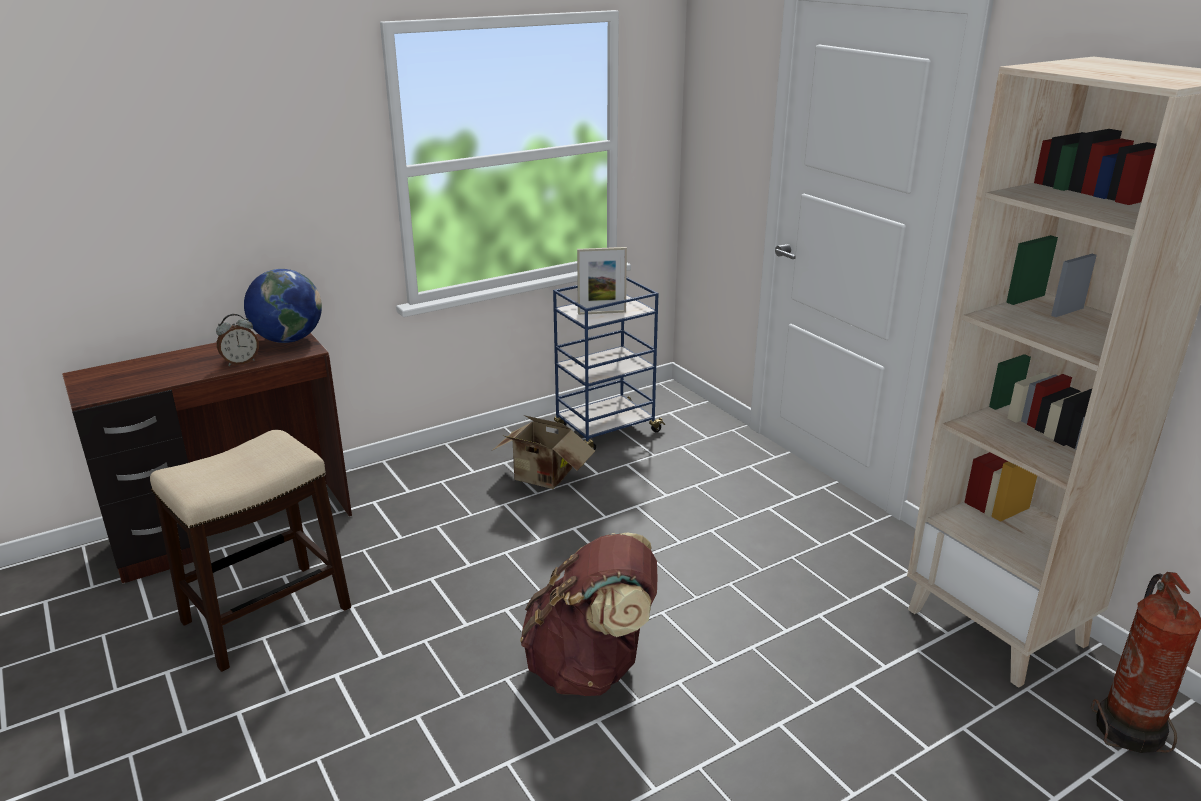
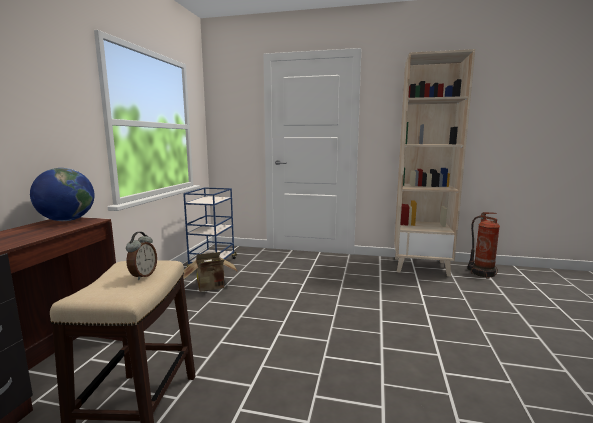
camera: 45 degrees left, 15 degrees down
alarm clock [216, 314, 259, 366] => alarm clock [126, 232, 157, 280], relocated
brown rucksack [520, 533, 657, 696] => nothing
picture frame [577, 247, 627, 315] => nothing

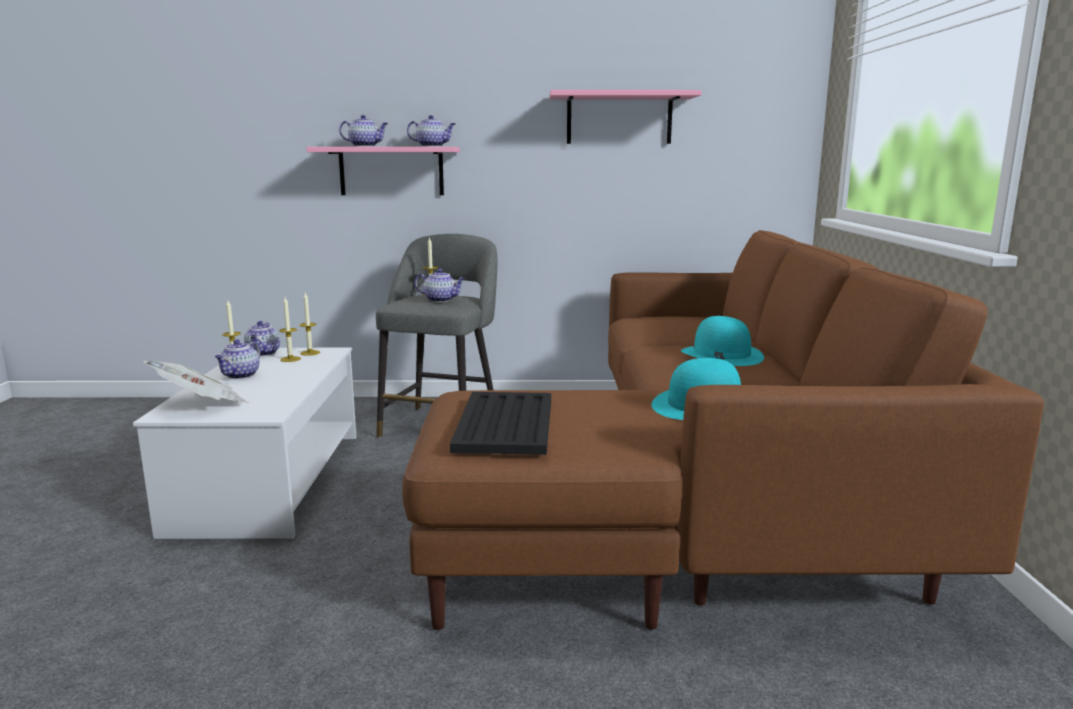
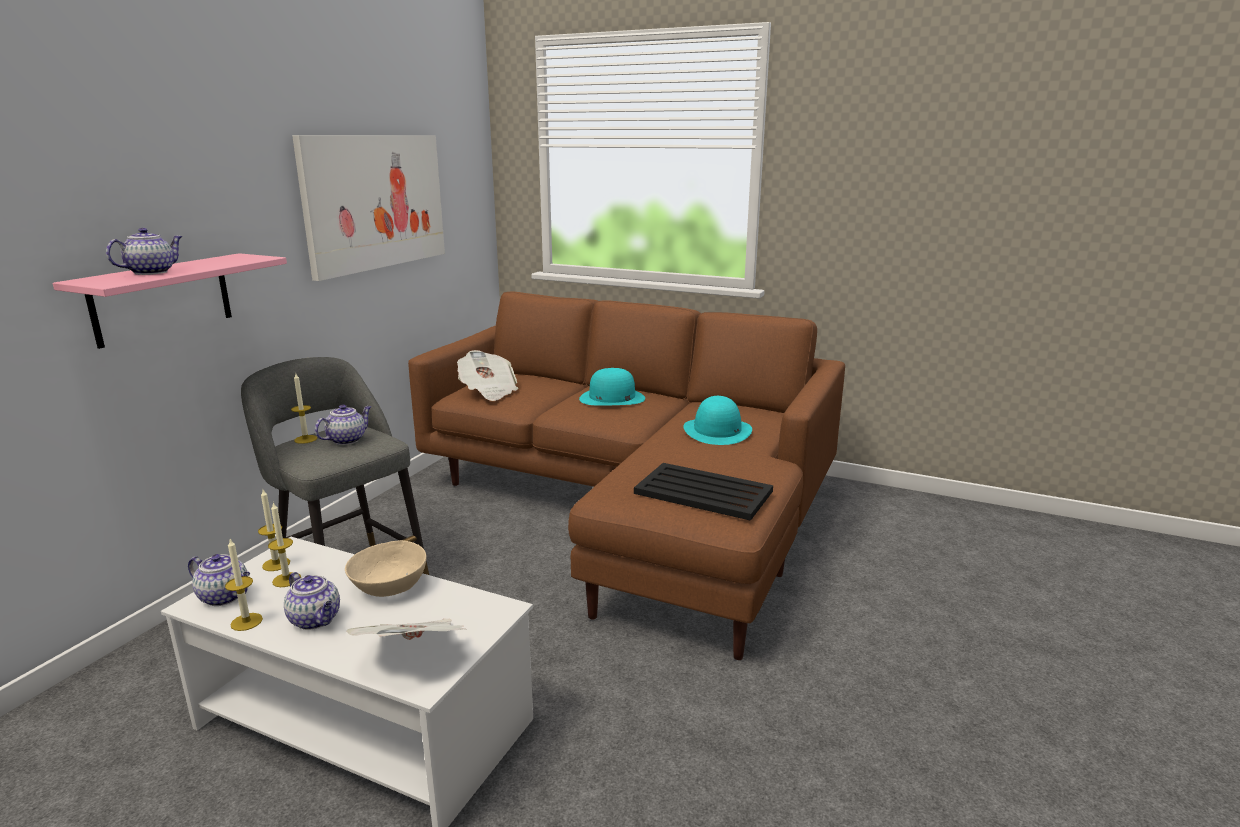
camera: 65 degrees left, 5 degrees up
pot for tea [407, 115, 456, 147] => nothing
pinkish wall shelf [549, 90, 702, 144] => wall art [292, 135, 445, 281]
nothing => sand-coloured deep dish [345, 540, 427, 597]
nothing => daily paper [457, 350, 518, 401]

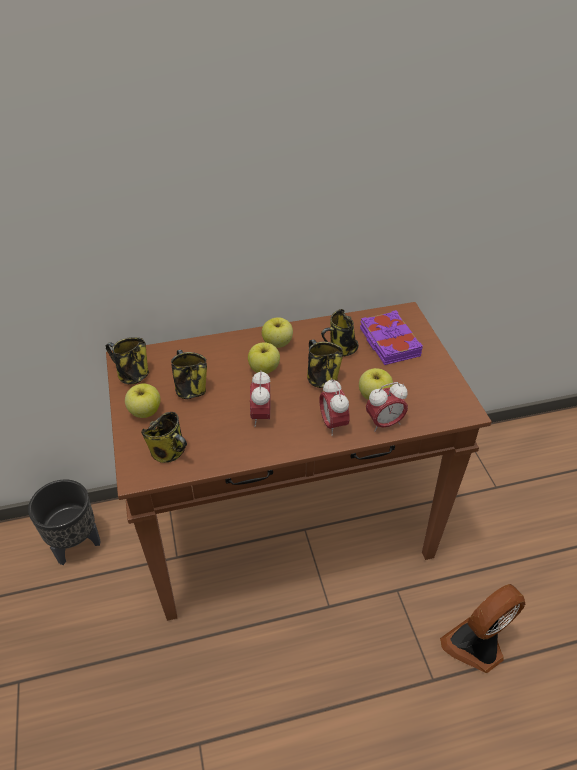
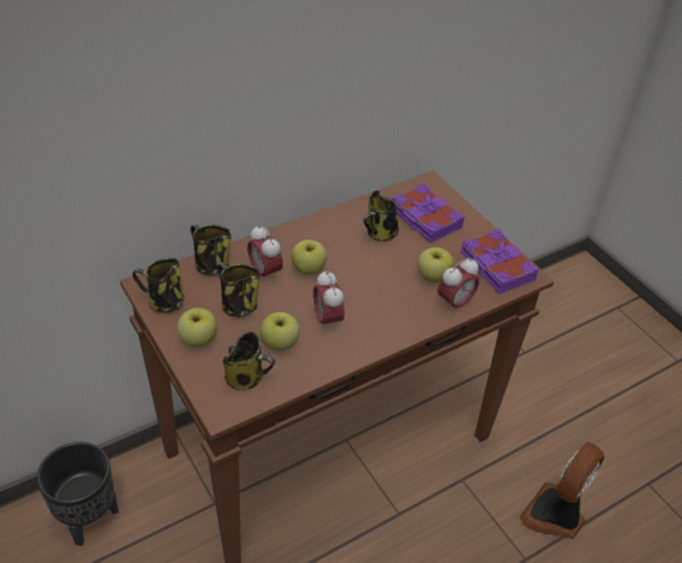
camera: 20 degrees left, 0 degrees up
whole apple [262, 318, 293, 348] => whole apple [260, 312, 300, 350], relocated
mug [307, 339, 343, 388] => mug [191, 224, 231, 276], relocated
alarm clock [319, 378, 350, 436] => alarm clock [247, 225, 283, 284], relocated
nothing => purple-coloured volume [461, 228, 539, 294]

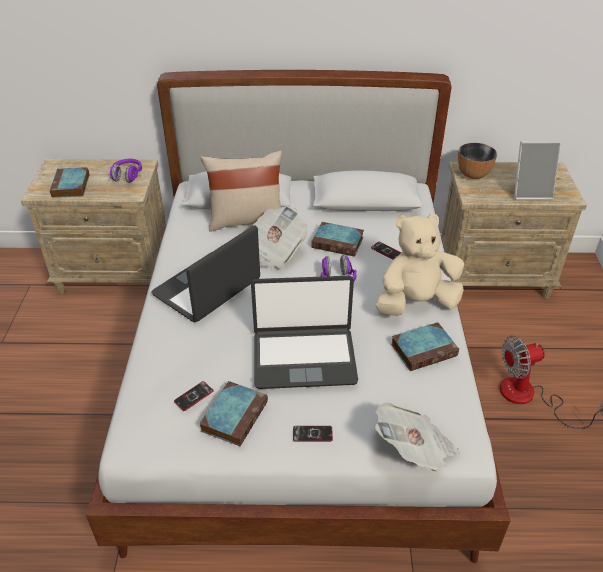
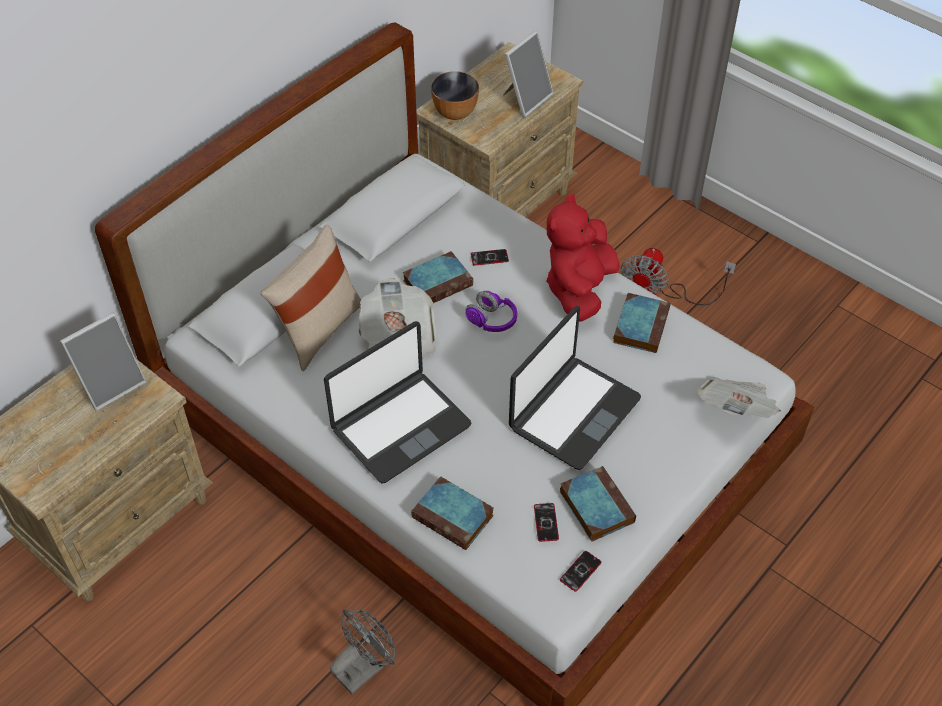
camera: 50 degrees left, 10 degrees up
volume [50, 167, 89, 198] => volume [411, 476, 494, 550], relocated
purple-coloured headset [110, 159, 142, 183] => picture frame [60, 312, 146, 411]
portable computer [151, 225, 260, 322] => portable computer [324, 321, 472, 484], 120 degrees counterclockwise
phone [293, 426, 333, 442] => phone [560, 551, 601, 592], relocated
sand-coloured soft toy [376, 213, 464, 316] => reddish soft toy [546, 193, 620, 322]
nothing => greyish cooling fan [330, 609, 395, 694]

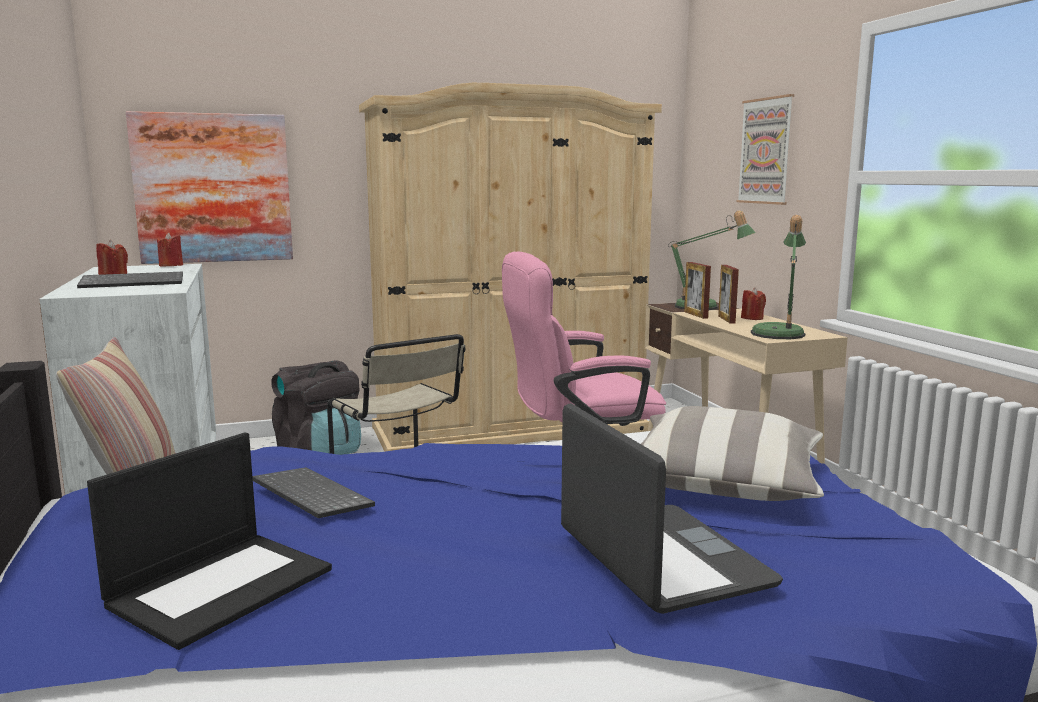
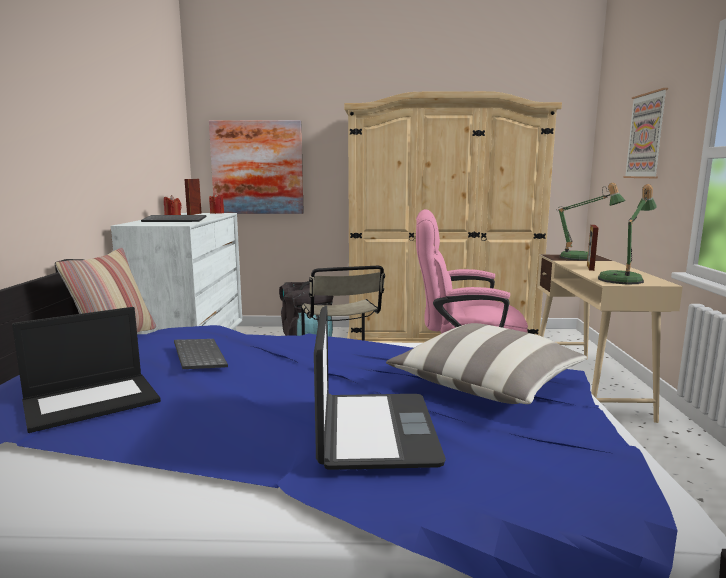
camera: 20 degrees right, 0 degrees up
picture frame [684, 262, 711, 319] => picture frame [185, 179, 201, 215], relocated
reddish wax candle [741, 288, 766, 320] => nothing

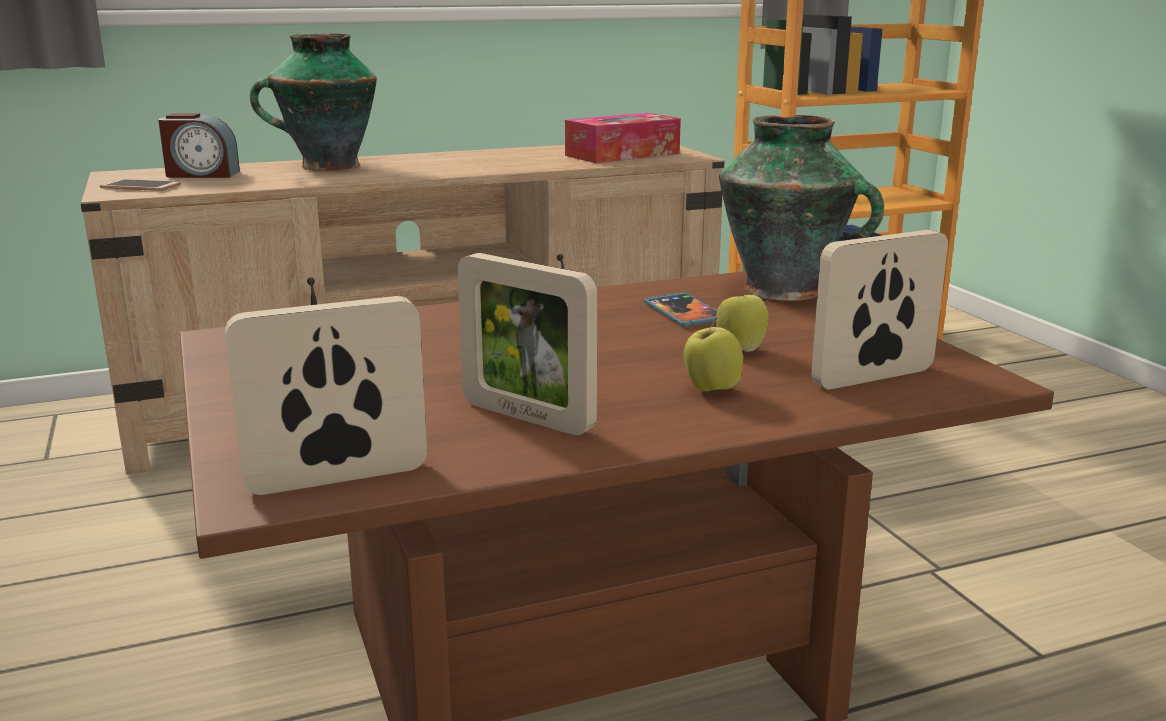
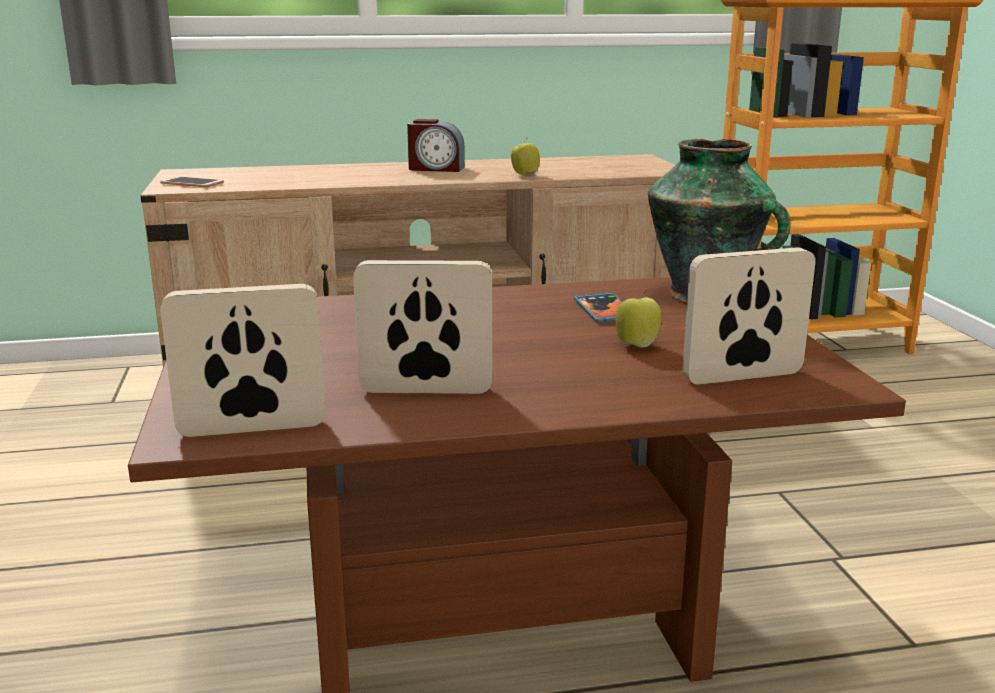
camera: 10 degrees right, 0 degrees up
alarm clock [158, 113, 240, 178] => alarm clock [407, 119, 465, 172], relocated
flower vase [250, 34, 377, 171] => nothing
picture frame [458, 253, 597, 436] => picture frame [353, 260, 492, 394], 135 degrees clockwise
tissue holder [565, 113, 681, 163] => nothing
whole apple [684, 317, 743, 391] => whole apple [511, 137, 540, 175], relocated

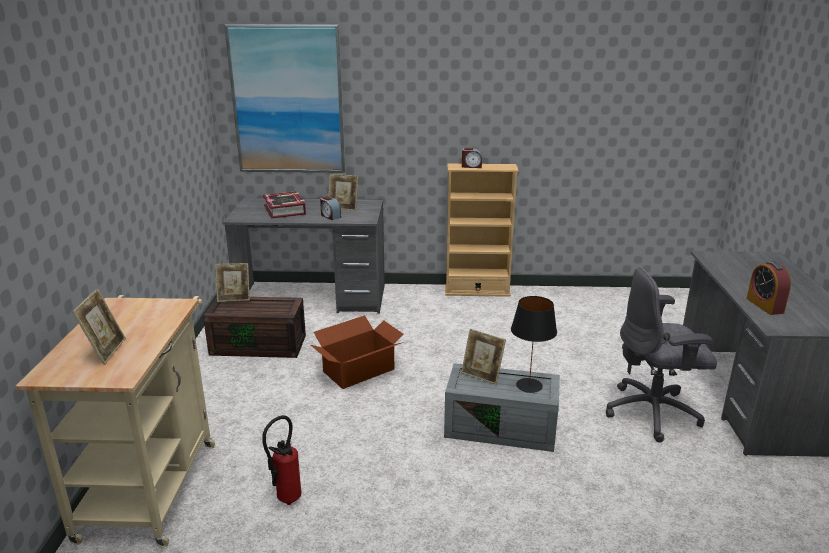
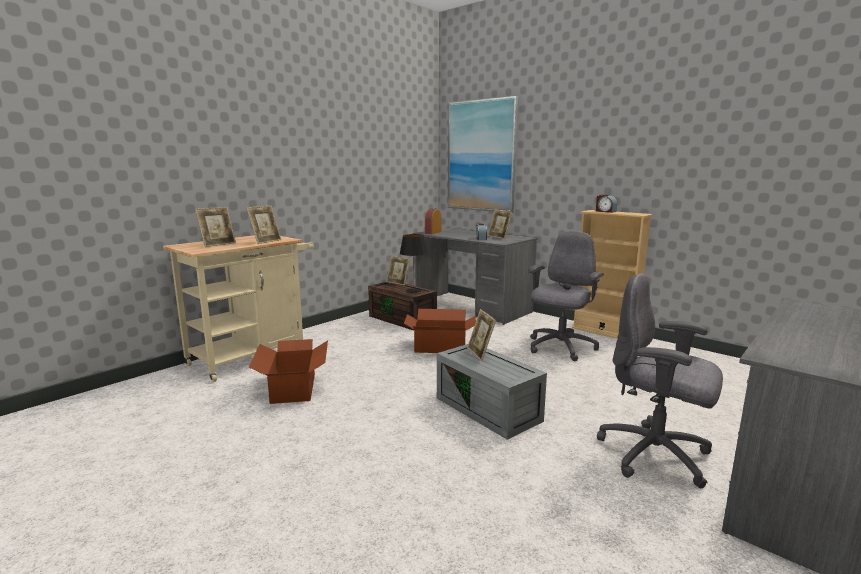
camera: 40 degrees right, 10 degrees down
extinguisher [262, 415, 301, 505] => carton [249, 339, 328, 404]
volume [263, 191, 306, 219] => nothing
blackish lamp for a table [511, 296, 557, 393] => blackish lamp for a table [400, 234, 427, 293], relocated
alarm clock [747, 261, 791, 315] => alarm clock [425, 208, 441, 234], relocated
nothing => picture frame [247, 206, 282, 244]
nothing => greyish office chair [528, 231, 604, 361]

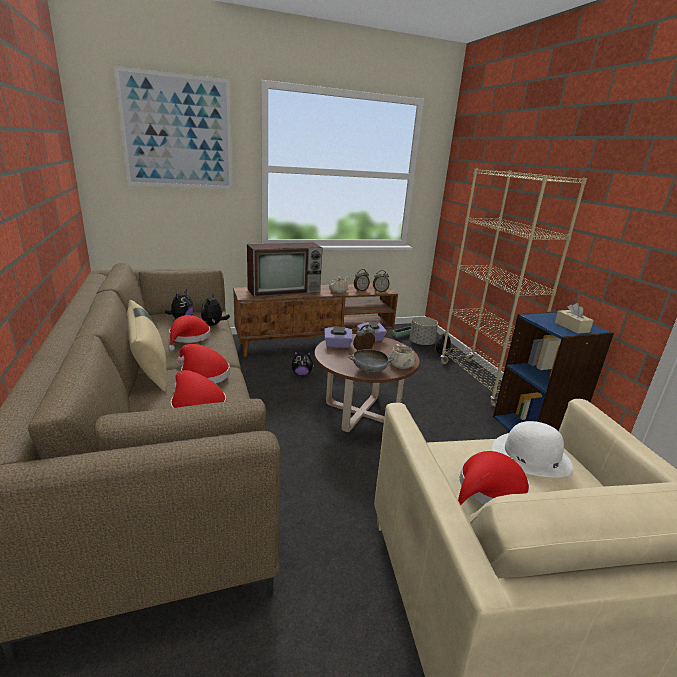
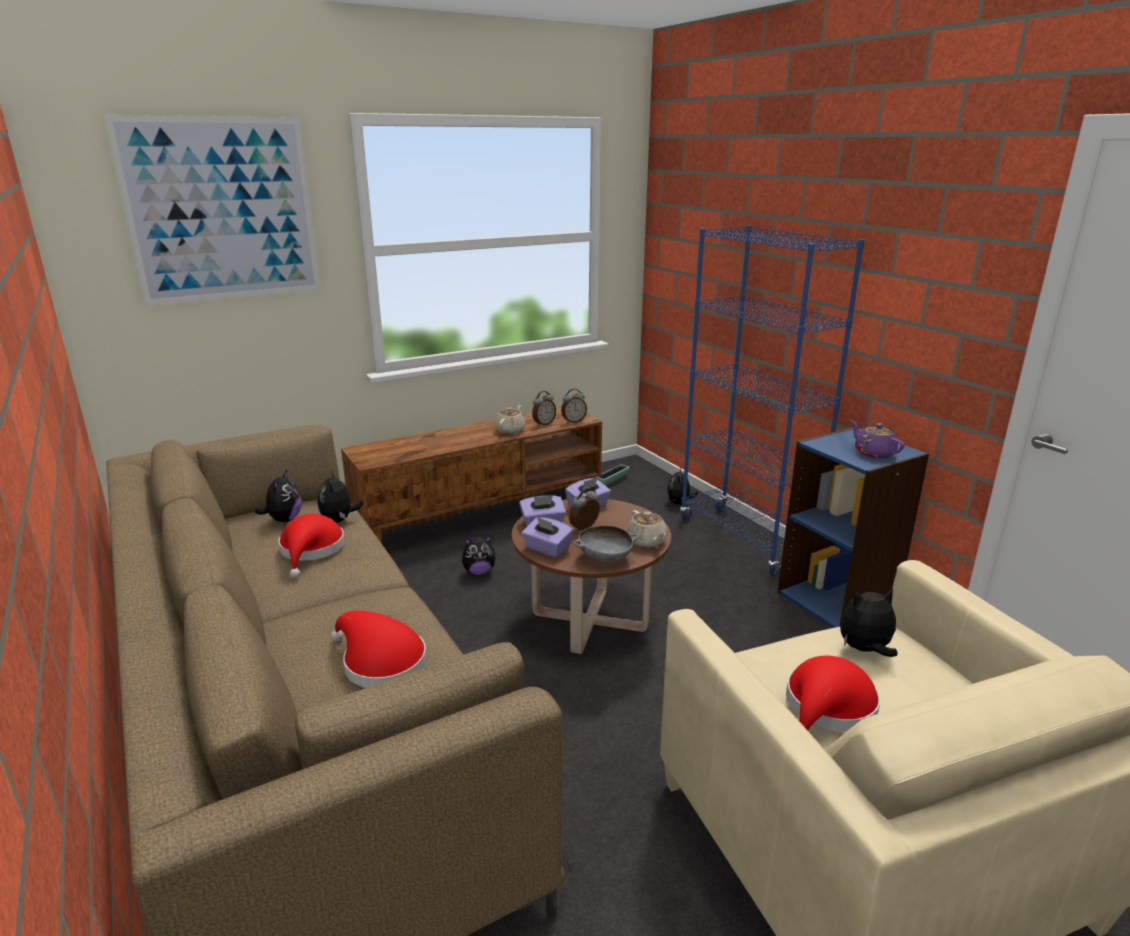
camera: 10 degrees left, 0 degrees up
sand-coloured cushion [127, 300, 167, 392] => nothing
reddish hat [177, 344, 230, 384] => nothing
television [247, 242, 322, 297] => nothing
greyish plant pot [410, 317, 438, 346] => nothing
sand-coloured bookcase [441, 168, 587, 407] => blue-coloured bookcase [680, 225, 865, 576]
white hat [492, 421, 573, 477] => soft toy [840, 589, 898, 657]
sand-coloured tissue holder [555, 303, 594, 334] => purple-coloured pot for tea [850, 420, 905, 458]
nothing => purple-coloured tissue holder [522, 516, 574, 558]

